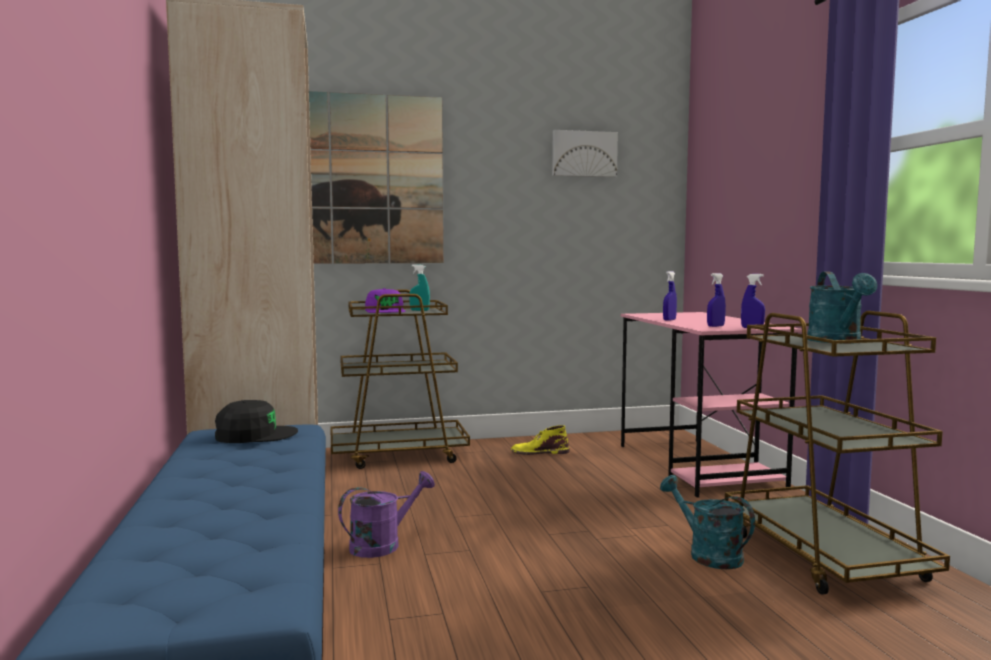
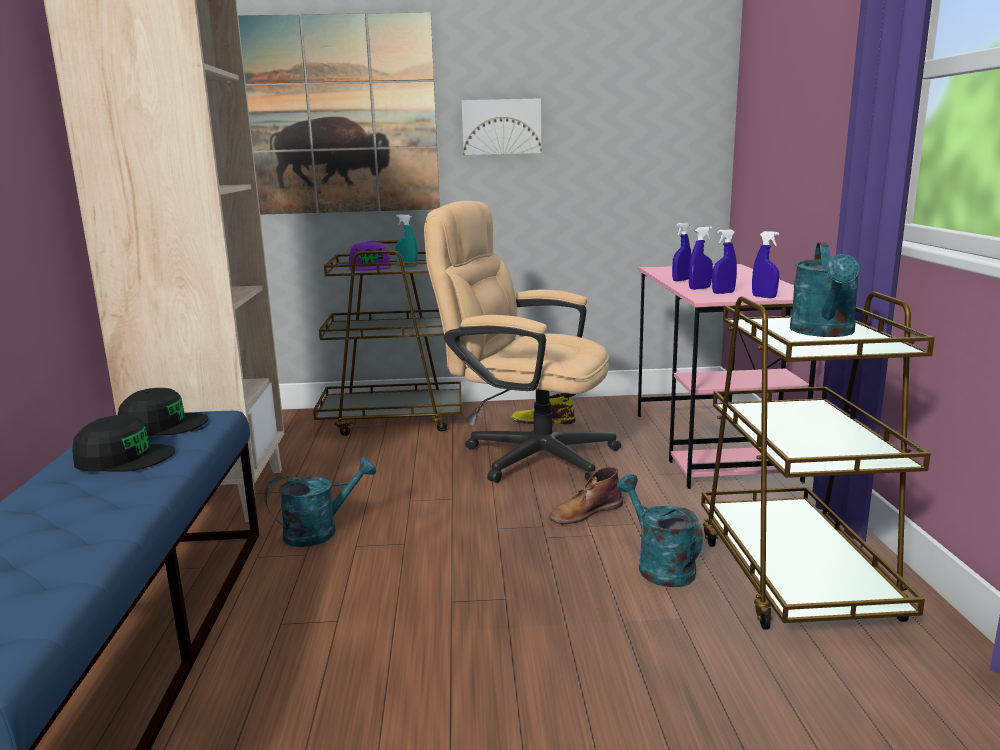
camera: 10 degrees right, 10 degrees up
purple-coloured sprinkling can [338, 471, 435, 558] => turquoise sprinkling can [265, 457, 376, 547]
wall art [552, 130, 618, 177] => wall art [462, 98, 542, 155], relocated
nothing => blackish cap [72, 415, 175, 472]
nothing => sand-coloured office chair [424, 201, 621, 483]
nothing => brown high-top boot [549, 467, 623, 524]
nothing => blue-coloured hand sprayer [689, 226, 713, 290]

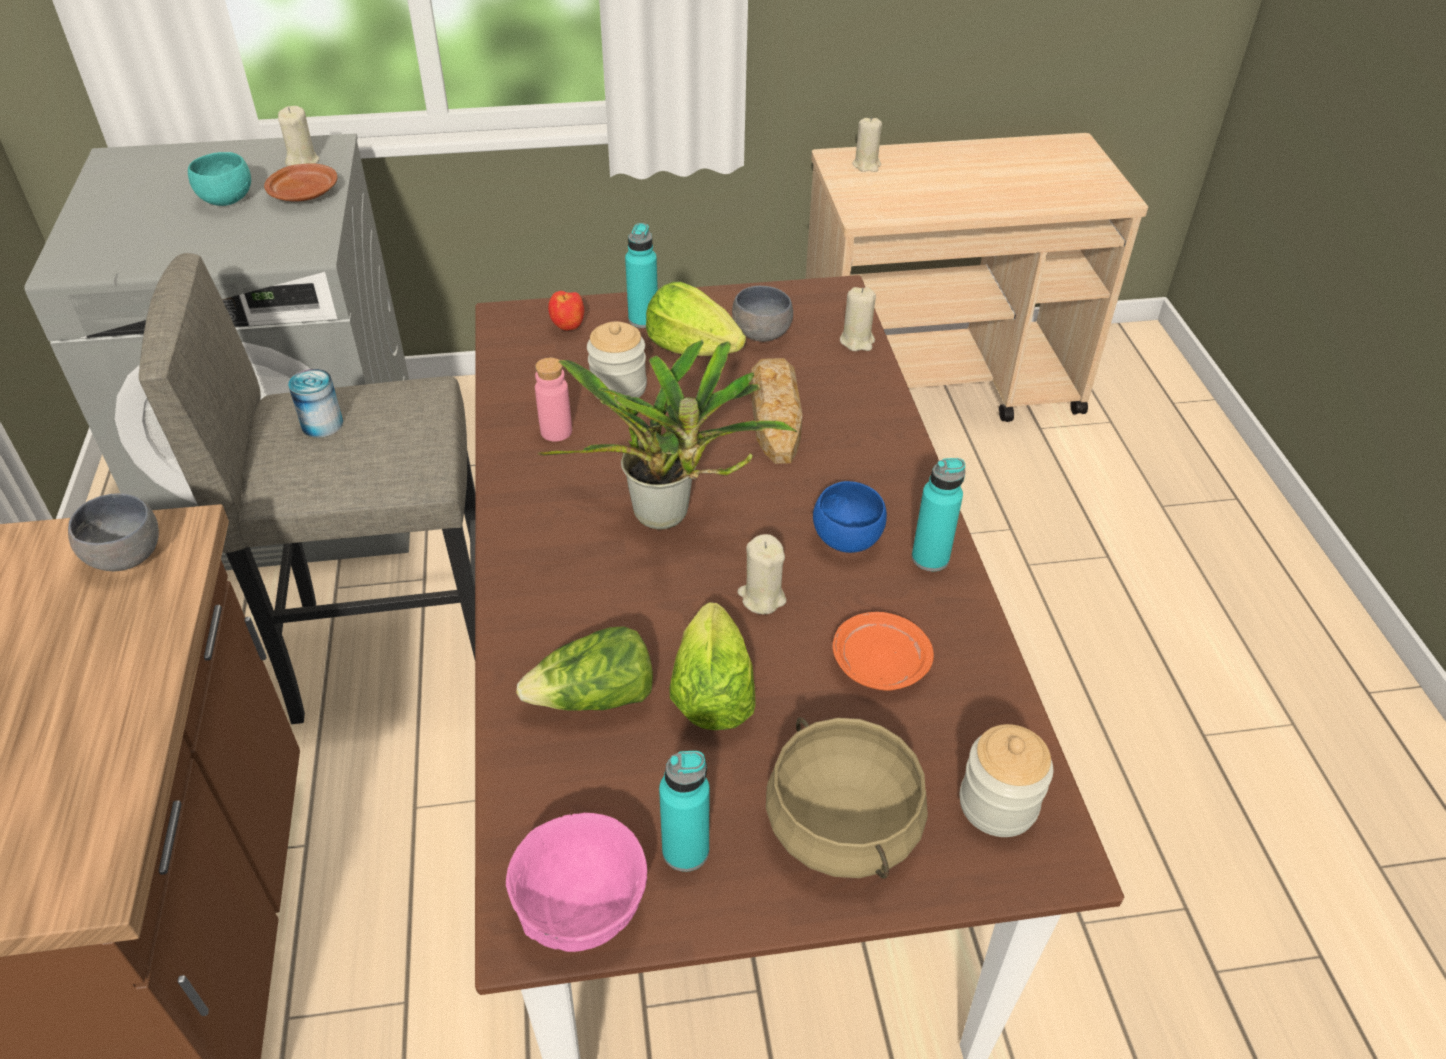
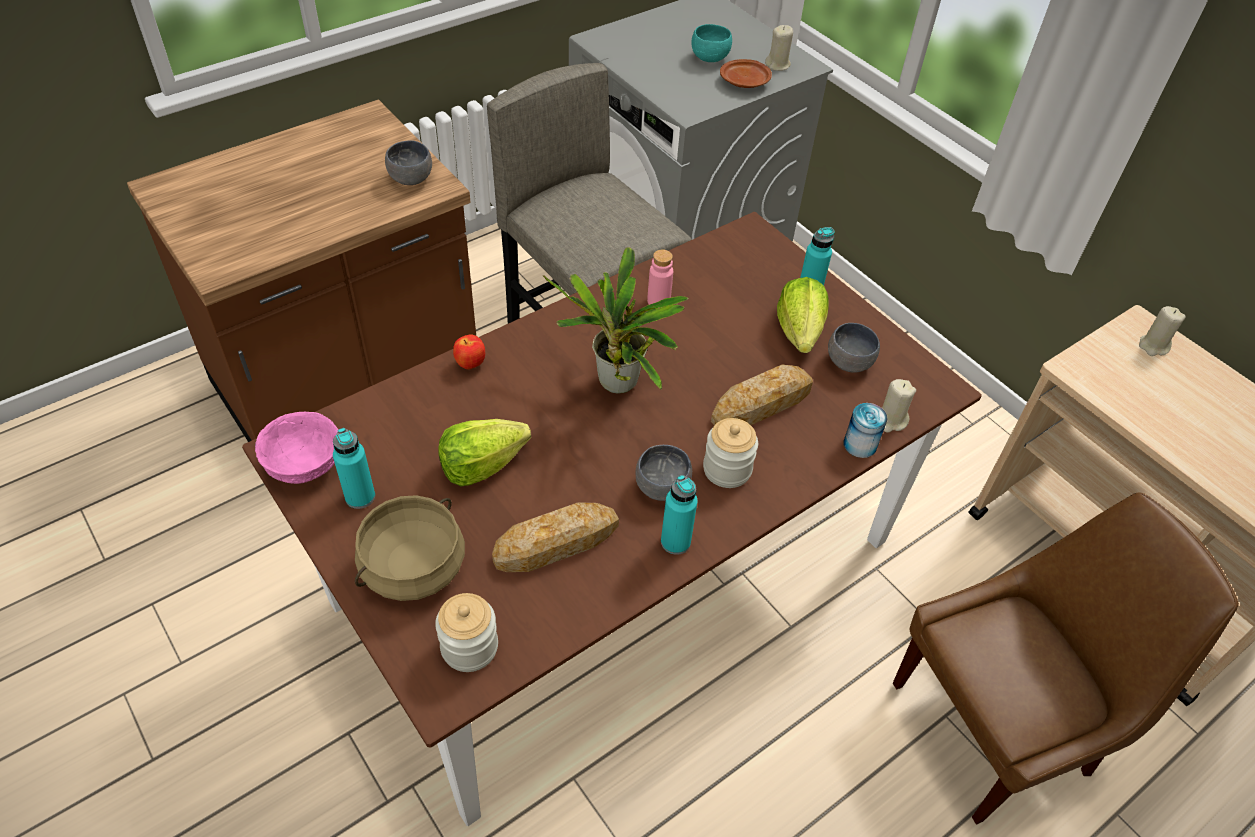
camera: 60 degrees right, 5 degrees up
sealed can [288, 369, 343, 438] => sealed can [843, 403, 887, 458], relocated
lettuce head [516, 626, 653, 711] => nothing
whole apple [548, 291, 584, 331] => whole apple [453, 334, 485, 369], relocated
jar [587, 322, 647, 400] => jar [703, 418, 758, 488], relocated
sand-coloured wax candle [737, 534, 786, 614] => nothing
blue-coloured deep dish [813, 481, 887, 553] => greyish deep dish [636, 445, 692, 501]
orange-coloured plate [833, 612, 934, 691] => baked bread [492, 502, 619, 572]
nothing => brown chair [893, 492, 1239, 824]

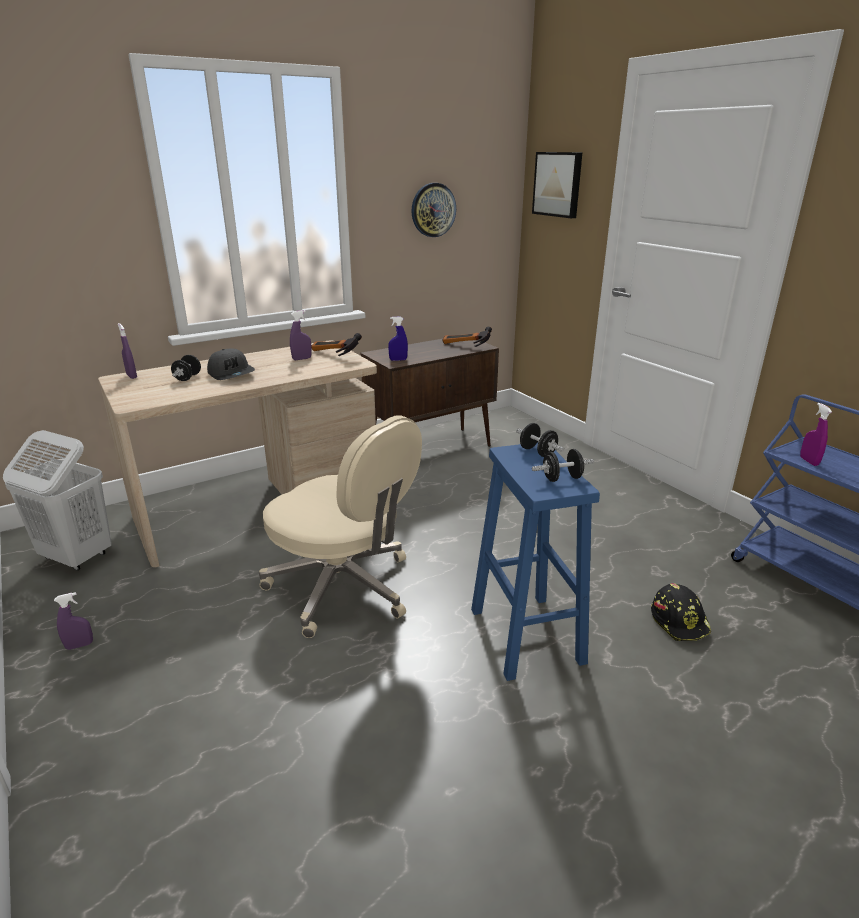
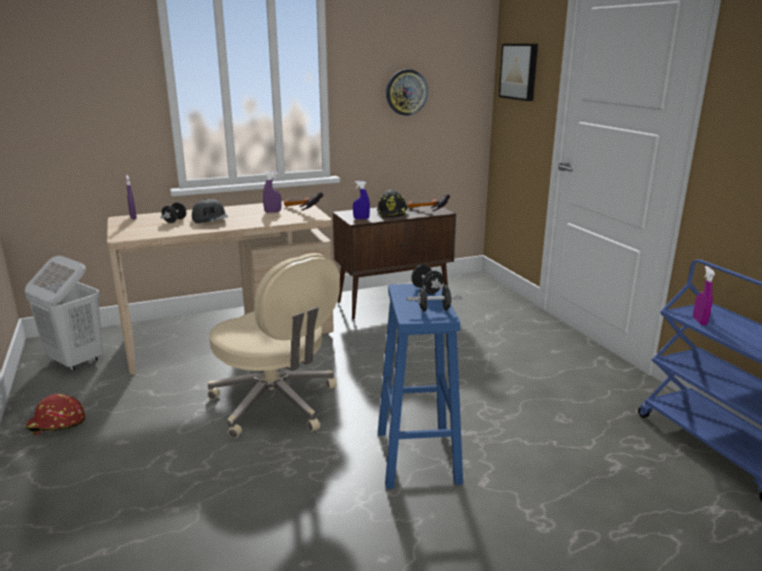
camera: 10 degrees right, 5 degrees down
purple-coloured hand sprayer [54, 592, 93, 650] => reddish hard hat [26, 394, 85, 435]
blackish hard hat [651, 583, 711, 641] => blackish hard hat [377, 190, 408, 217], relocated

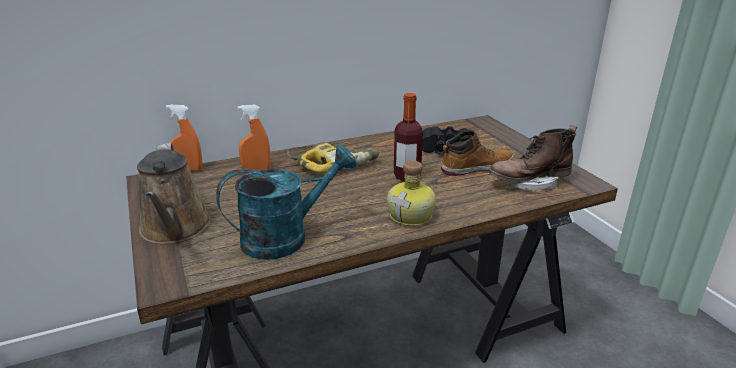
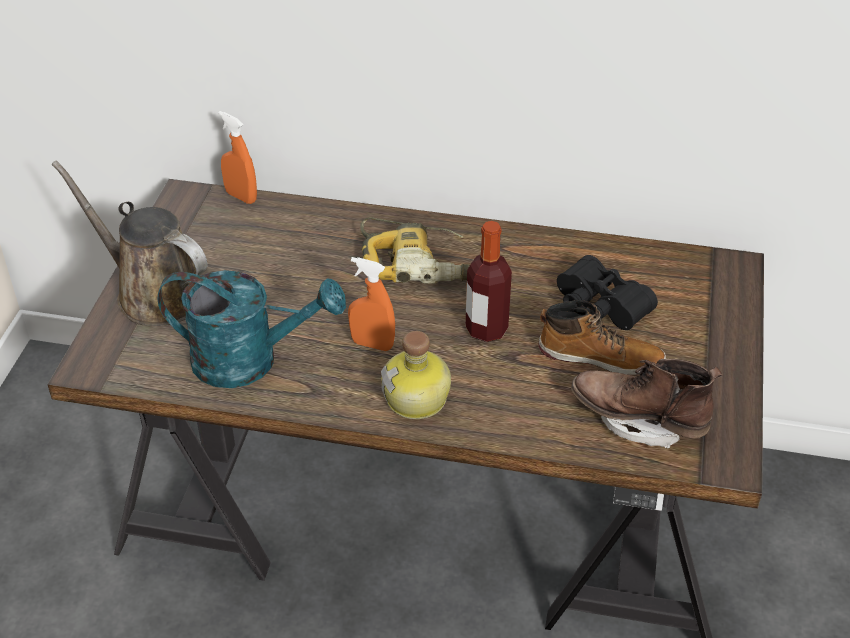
camera: 35 degrees right, 15 degrees up
brown sprinkling can [137, 143, 211, 244] => brown sprinkling can [51, 161, 208, 326], 105 degrees clockwise
orange-coloured hand sprayer [238, 105, 270, 171] => orange-coloured hand sprayer [348, 257, 395, 351], relocated

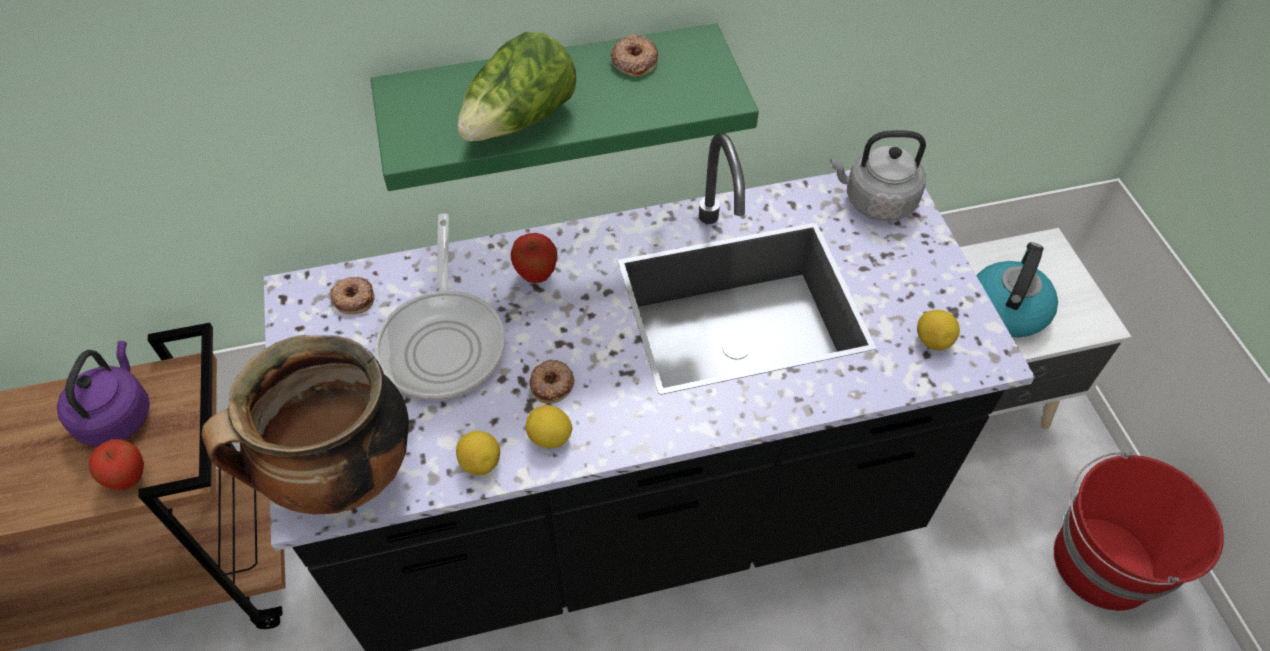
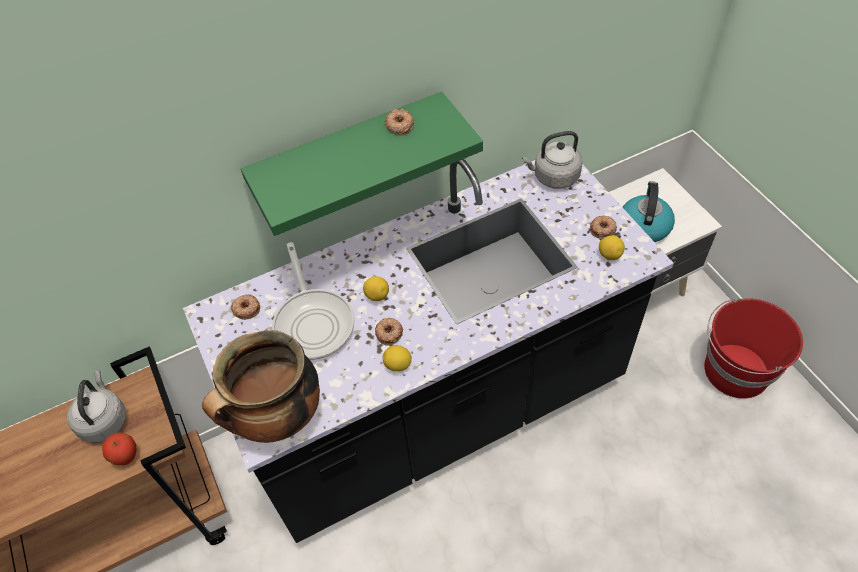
camera: 10 degrees left, 0 degrees up
purple-coloured water kettle [57, 341, 150, 447] => greyish water kettle [67, 371, 126, 443]
lemon [456, 431, 500, 475] => lemon [363, 276, 389, 301], relocated
lettuce head [457, 32, 576, 141] => nothing
whole apple [511, 233, 557, 283] => nothing
nothing => doughnut [590, 216, 617, 239]

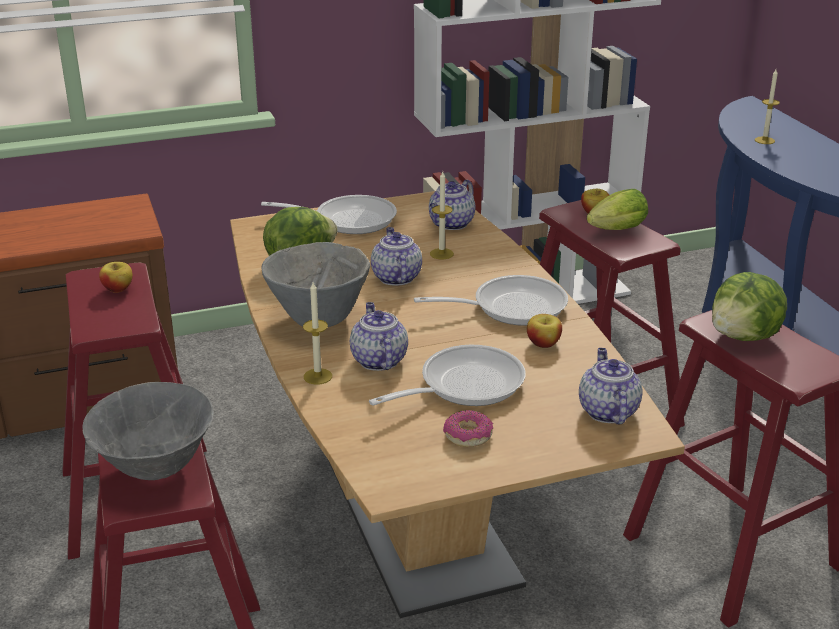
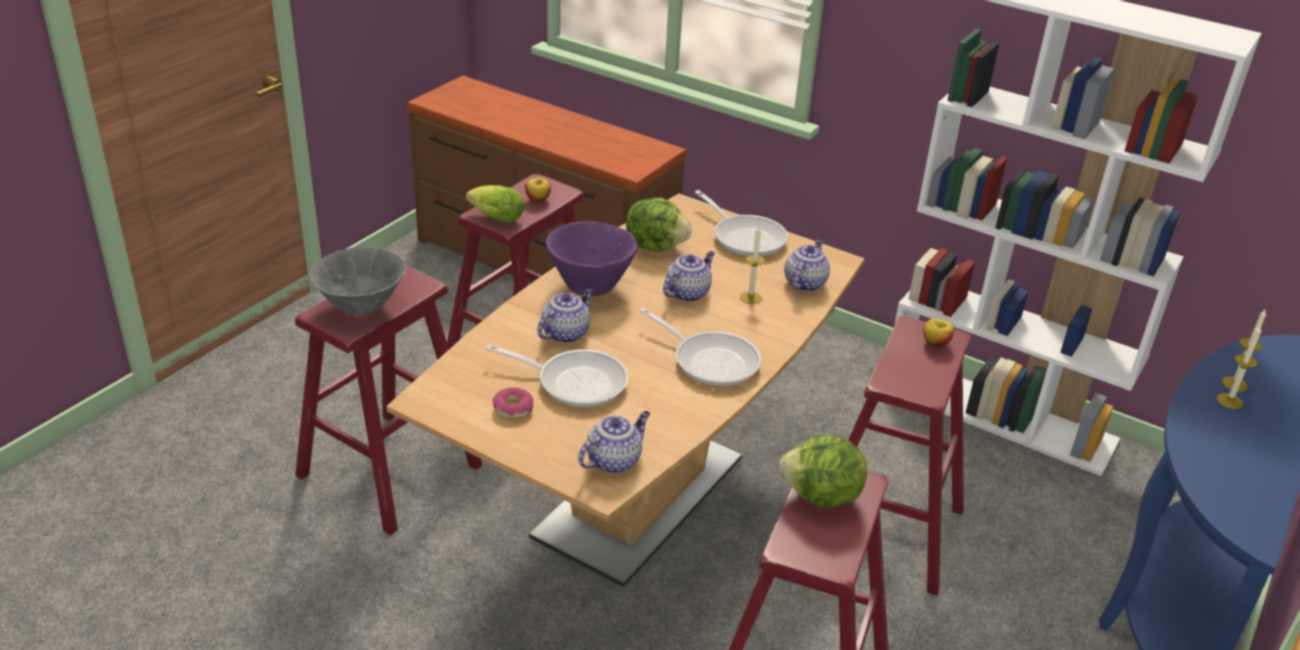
camera: 50 degrees right, 5 degrees up
greyish deep dish [261, 242, 370, 327] => purple-coloured deep dish [546, 221, 638, 296]
wax candle [303, 282, 332, 385] => wax candle [1217, 325, 1262, 409], relocated
pot for tea [429, 180, 476, 230] => pot for tea [784, 239, 830, 292], 120 degrees clockwise
whole apple [527, 314, 562, 348] => nothing
lettuce head [587, 189, 648, 230] => lettuce head [466, 185, 524, 223], relocated

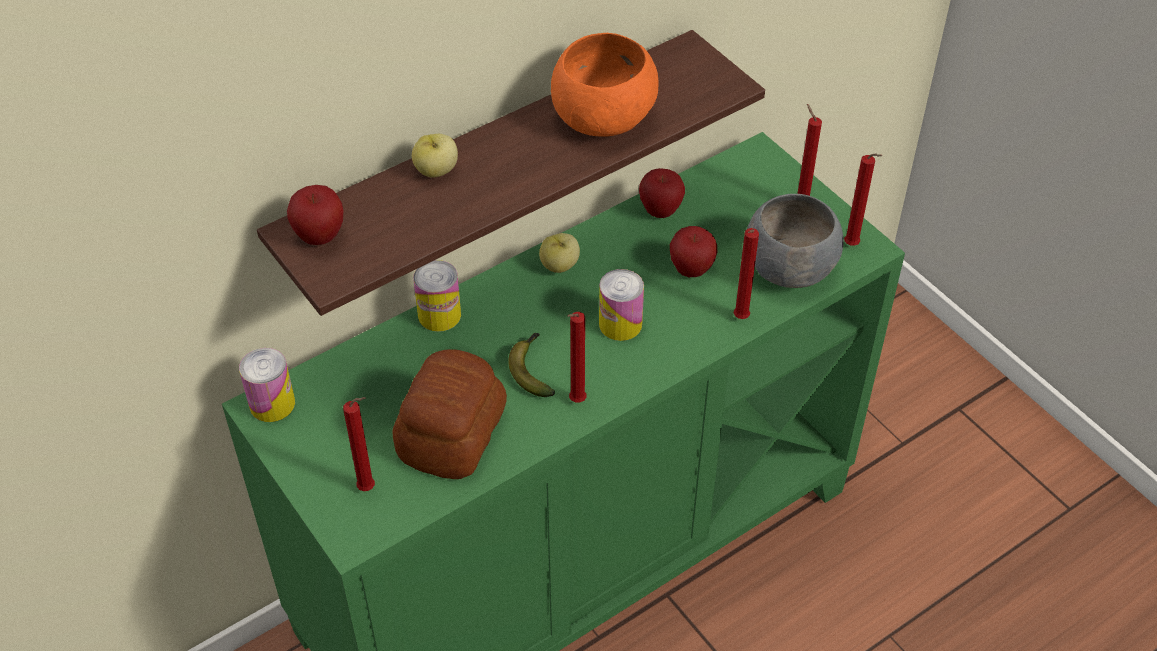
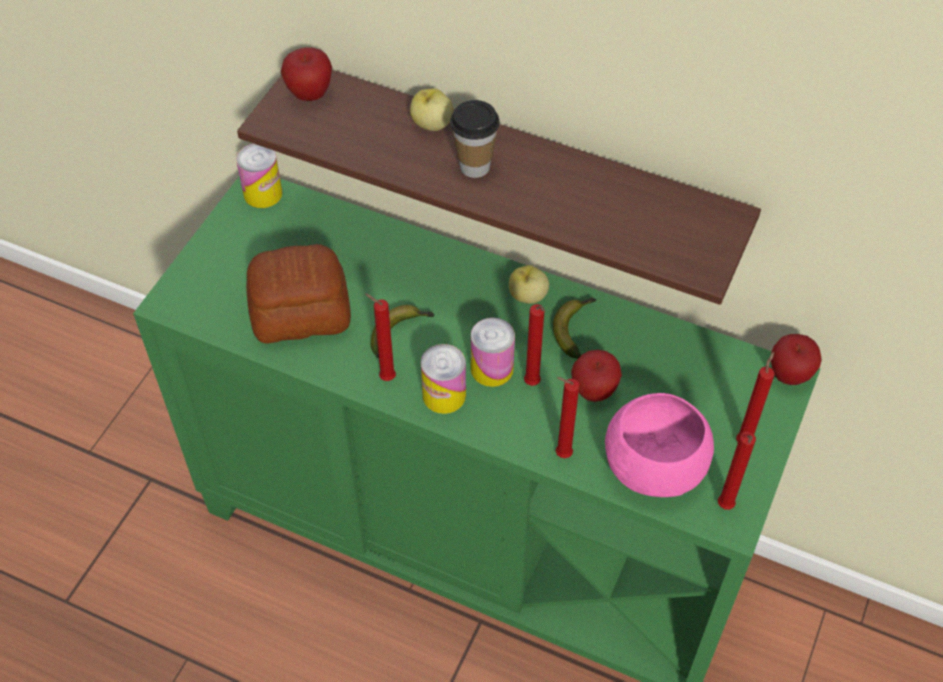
camera: 60 degrees right, 5 degrees up
reddish wax candle [343, 397, 375, 491] => reddish wax candle [524, 304, 545, 386], relocated
sealed can [413, 260, 461, 332] => sealed can [421, 344, 466, 414], relocated
orange-coloured deep dish [551, 33, 658, 137] => nothing
whole apple [639, 168, 685, 218] => whole apple [771, 334, 822, 385], relocated
greyish deep dish [747, 194, 844, 288] => pinkish deep dish [605, 393, 714, 497]
nothing => cup [450, 100, 500, 178]
nothing => banana [553, 298, 596, 359]

